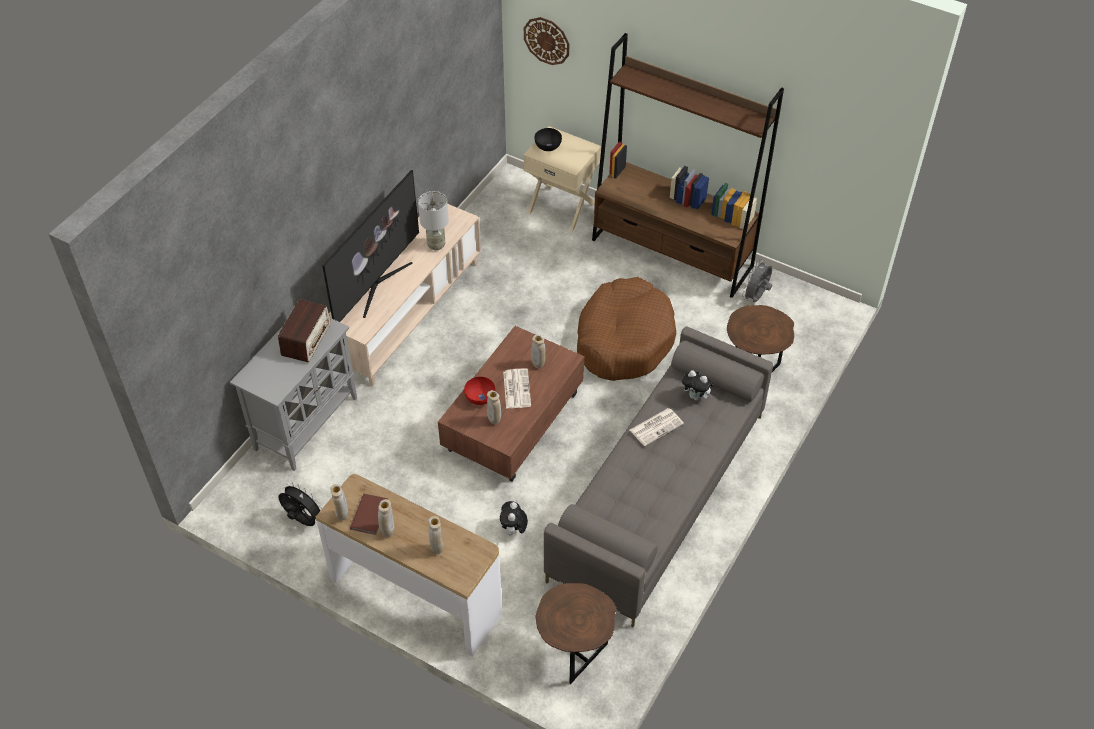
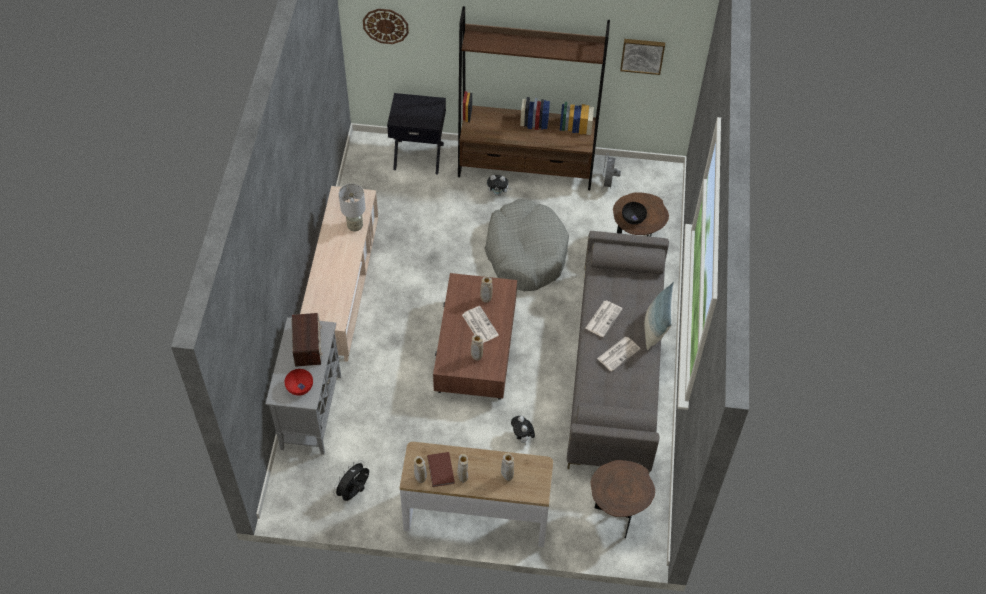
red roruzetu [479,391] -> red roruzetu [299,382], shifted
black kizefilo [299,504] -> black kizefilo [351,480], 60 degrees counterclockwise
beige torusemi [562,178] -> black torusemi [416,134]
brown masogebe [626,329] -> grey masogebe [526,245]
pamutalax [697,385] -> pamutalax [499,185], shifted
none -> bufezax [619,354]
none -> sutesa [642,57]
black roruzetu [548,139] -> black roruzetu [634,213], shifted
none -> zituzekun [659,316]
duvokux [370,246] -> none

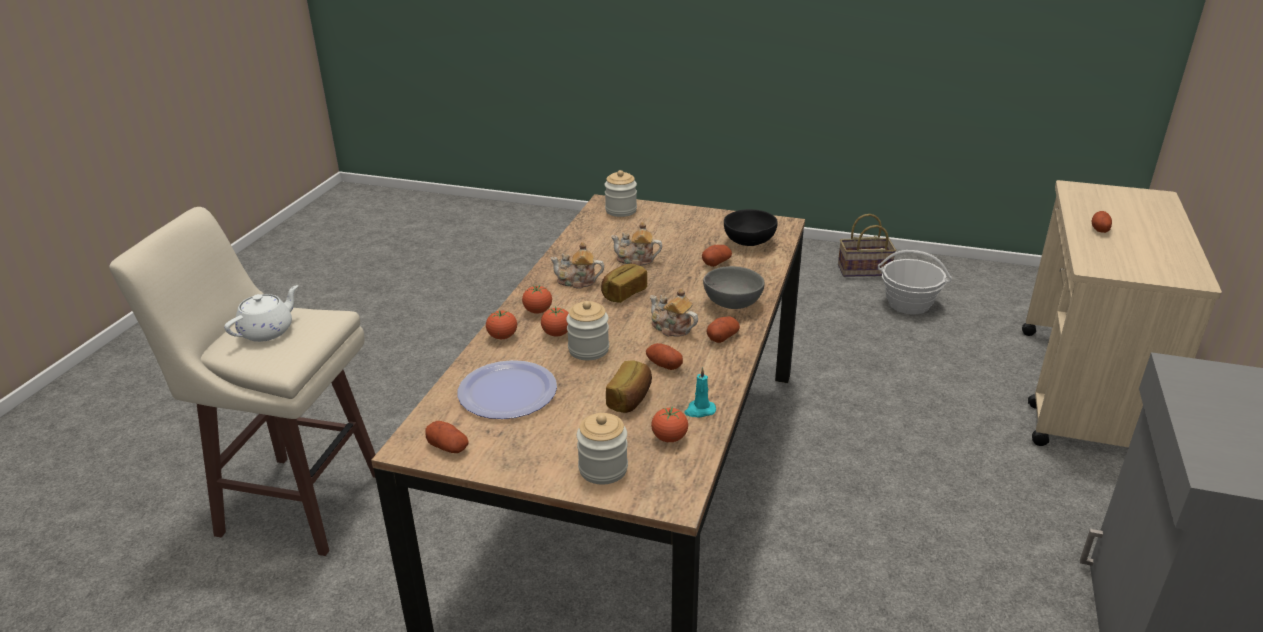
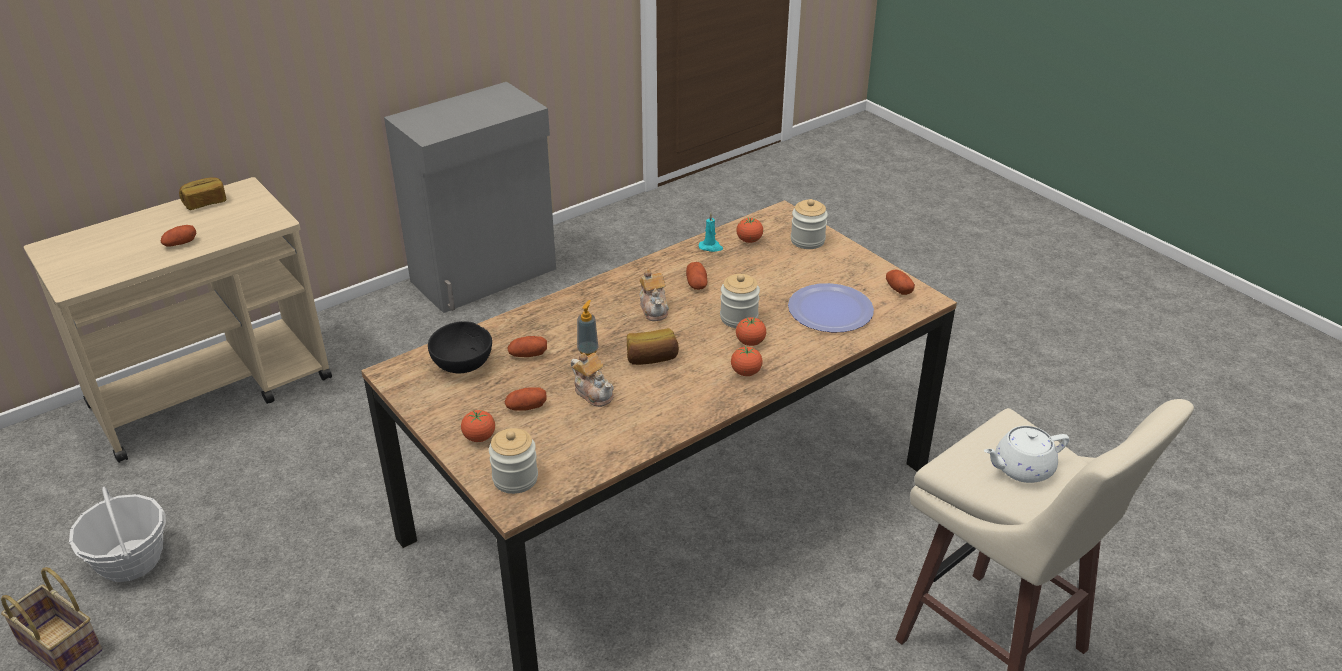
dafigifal [629,386] -> dafigifal [202,193], shifted
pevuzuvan [501,324] -> pevuzuvan [478,426], shifted
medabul [723,329] -> medabul [525,399], shifted
none -> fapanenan [587,328]
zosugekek [577,265] -> none
grey roruzetu [734,287] -> none

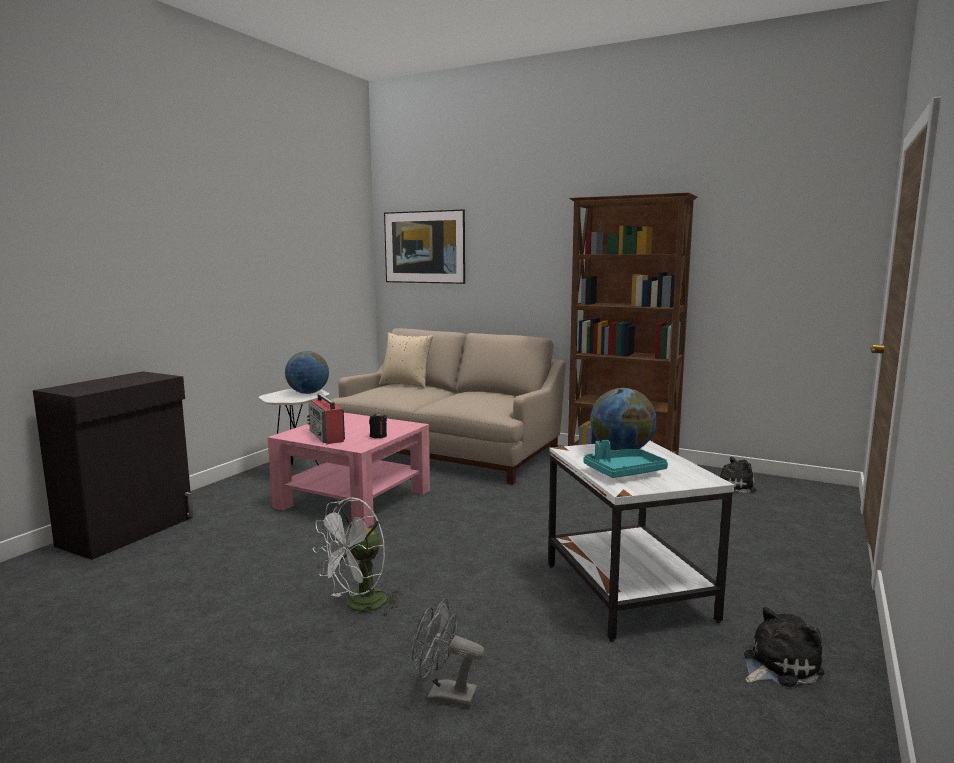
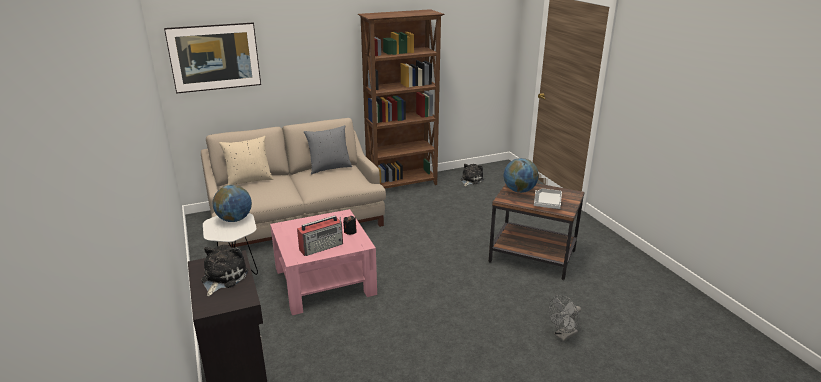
pamutalax [784,647] -> pamutalax [225,270], shifted
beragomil [326,419] -> beragomil [320,236], 45 degrees counterclockwise
none -> grey zituzekun [328,149]
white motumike [641,541] -> brown motumike [537,232]
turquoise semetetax [625,459] -> grey semetetax [548,198]
white kizefilo [356,556] -> none

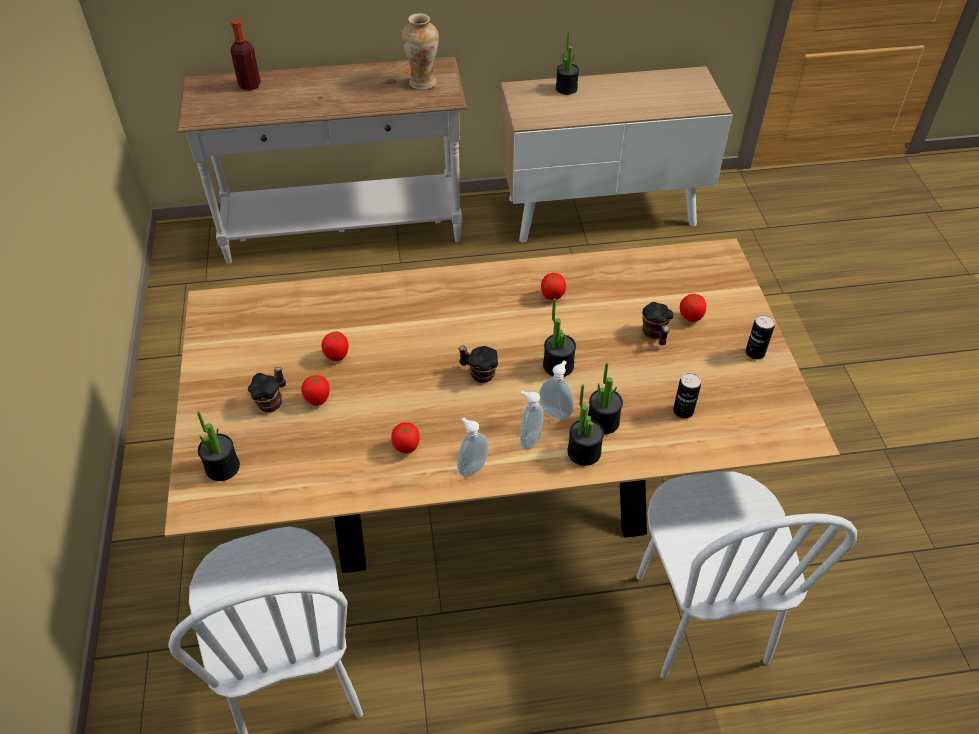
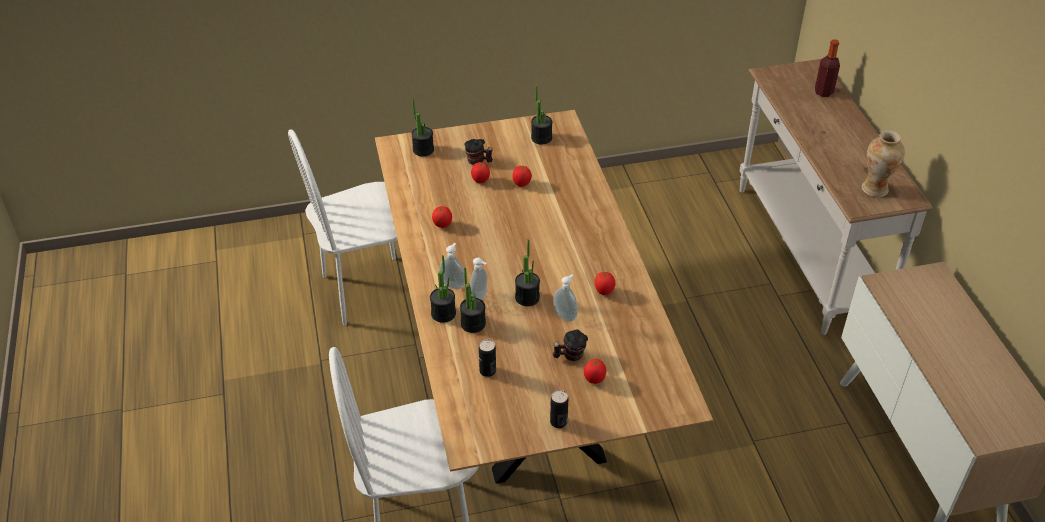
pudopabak [567,63] -> pudopabak [542,115], shifted
fapanenan [472,447] -> fapanenan [565,298], shifted
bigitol [478,364] -> none

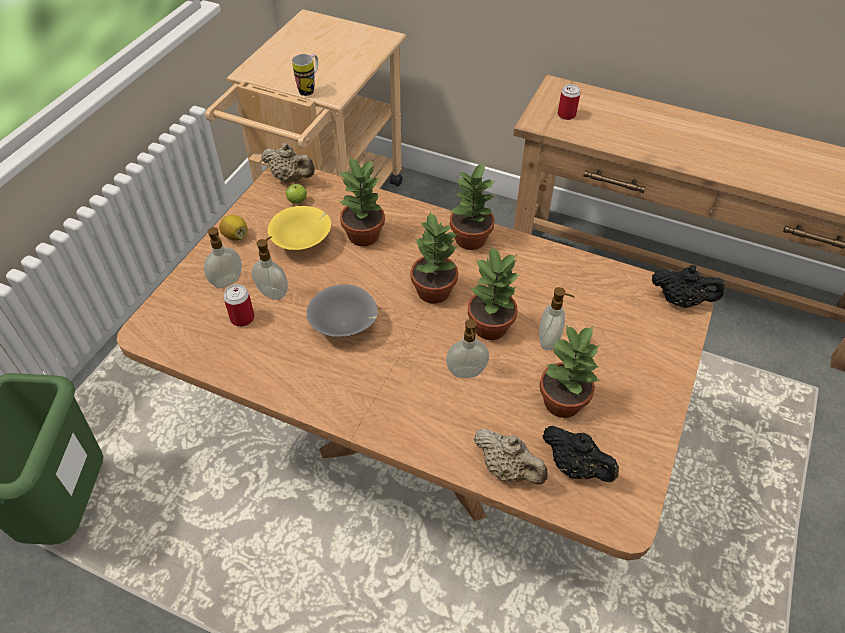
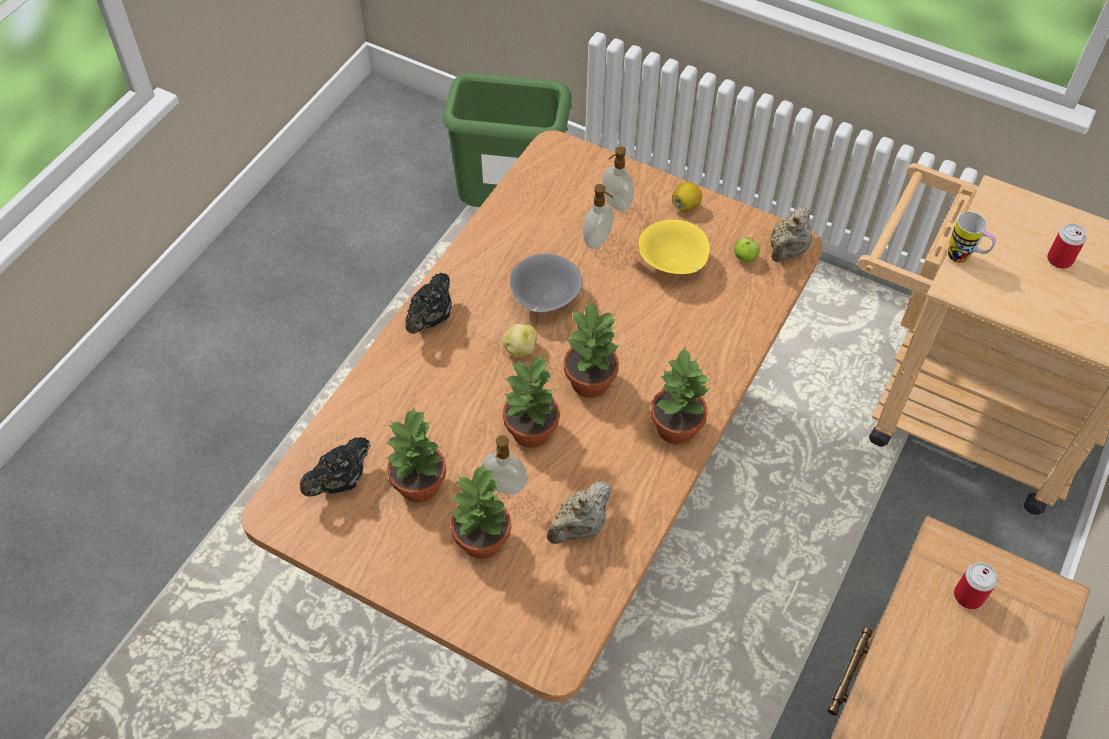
black zosugekek [689,286] -> black zosugekek [428,303], shifted
pudopabak [362,201] -> pudopabak [480,511], shifted
none -> medabul [520,340]
beige zosugekek [511,457] -> beige zosugekek [579,513], shifted
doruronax [239,305] -> doruronax [1066,246], shifted
fapanenan [467,348] -> none

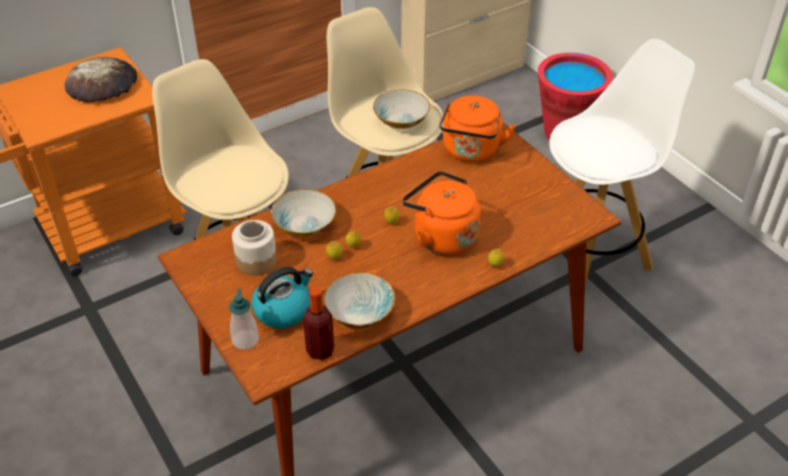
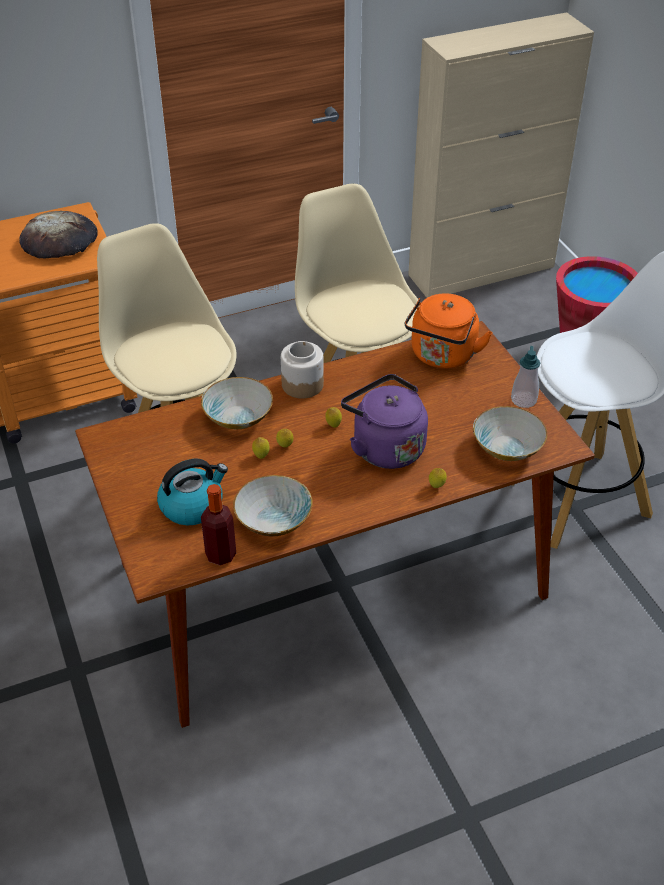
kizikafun [254,248] -> kizikafun [302,370], shifted
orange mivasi [441,213] -> purple mivasi [384,421]
roruzetu [401,109] -> roruzetu [510,433], shifted
fapanenan [244,319] -> fapanenan [525,377], shifted

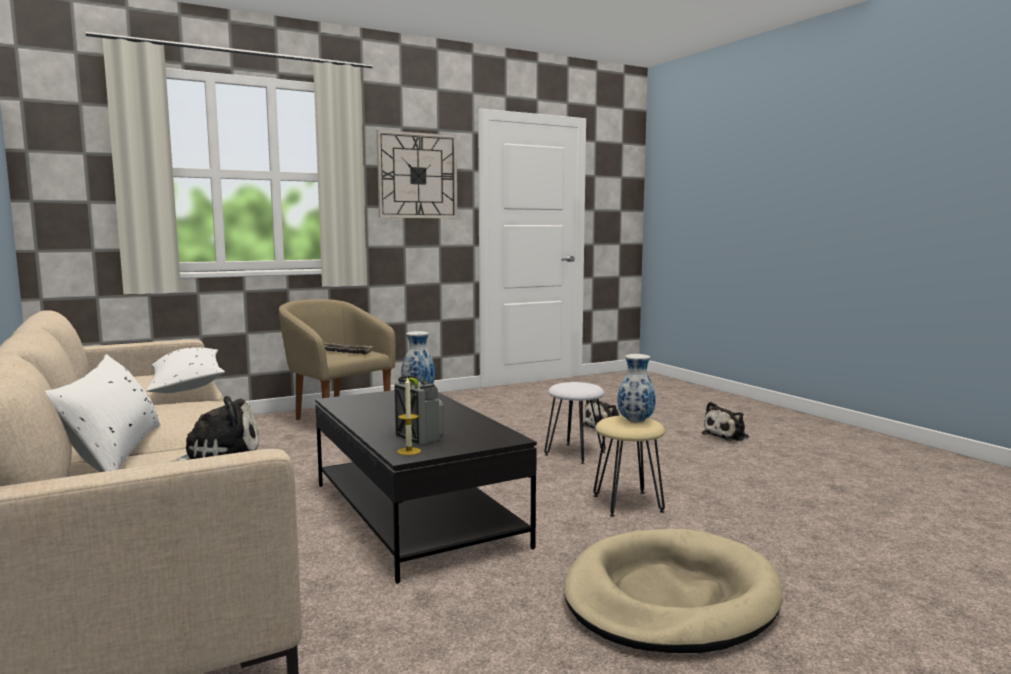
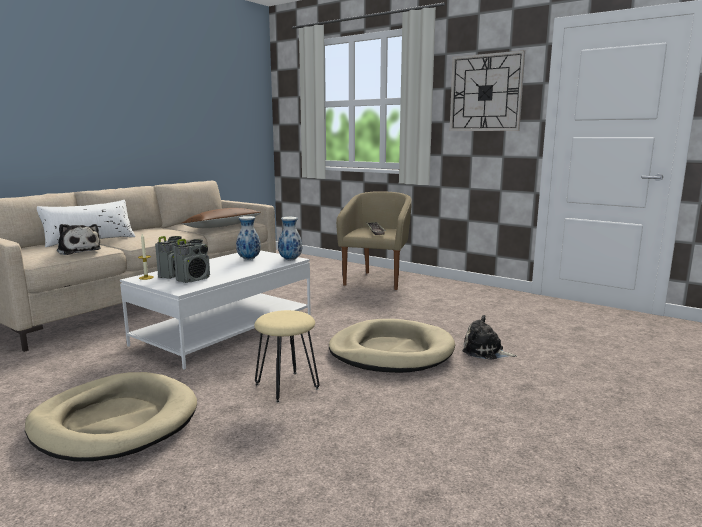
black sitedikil [426,487] -> white sitedikil [215,310]
none -> beragomil [191,261]
white zituzekun [185,370] -> brown zituzekun [221,218]
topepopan [636,388] -> topepopan [248,238], shifted
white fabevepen [575,423] -> beige masogebe [392,346]
pamutalax [725,421] -> none

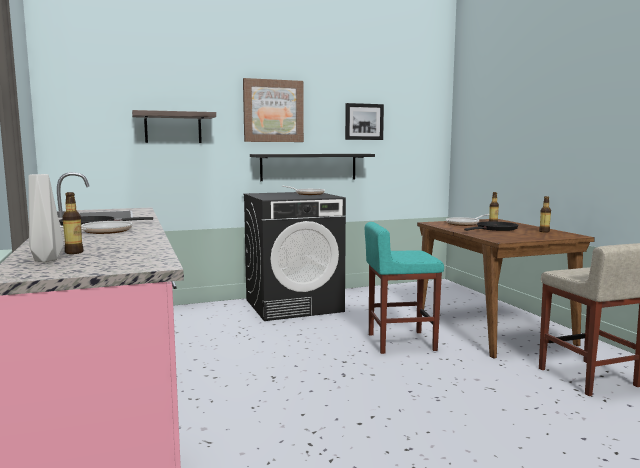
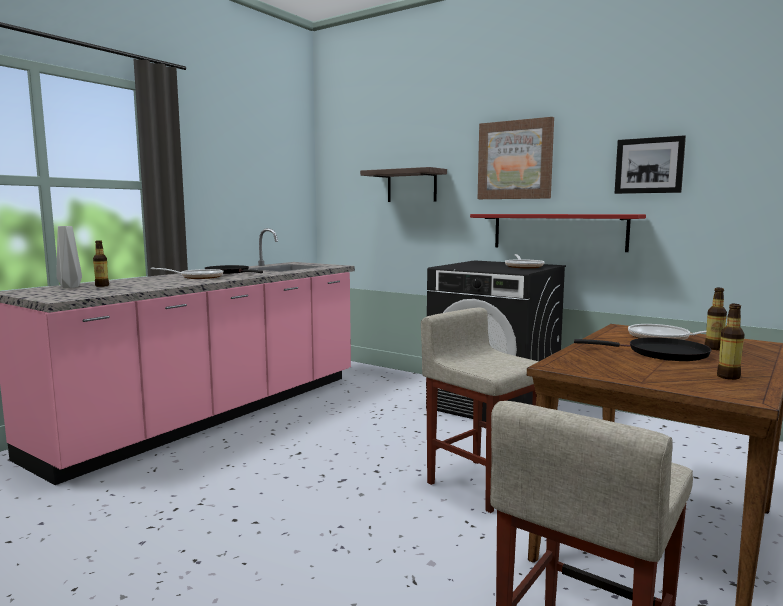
turquoise fabevepen [404,288] -> beige fabevepen [480,410]
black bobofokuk [312,167] -> red bobofokuk [558,233]

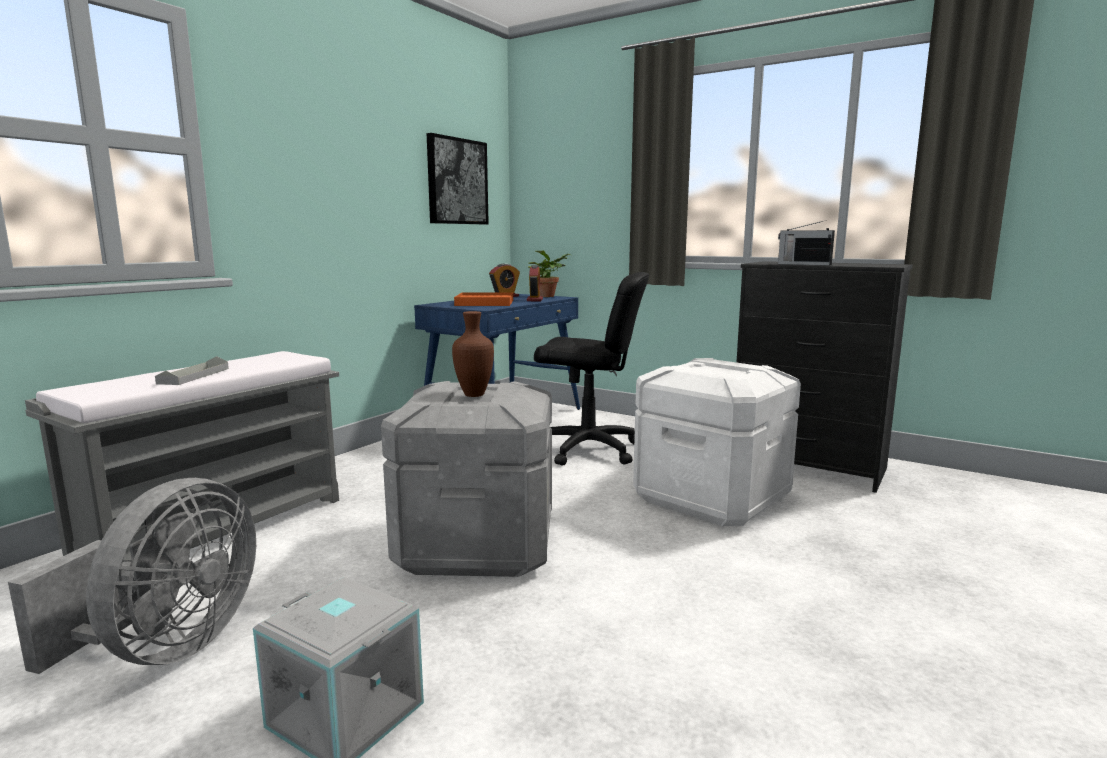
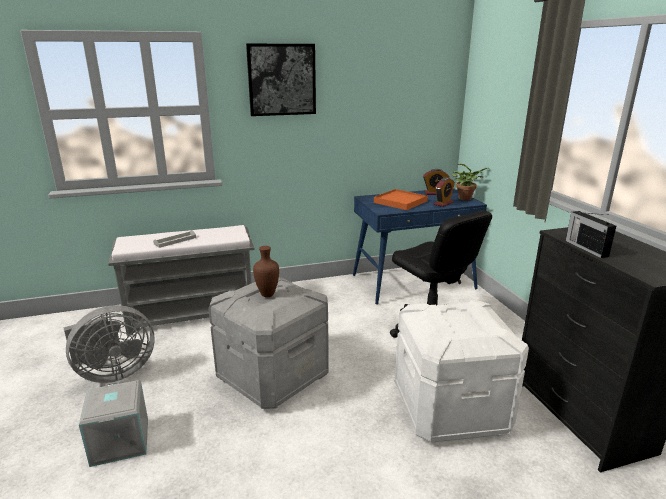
sutesa [457,178] -> sutesa [281,80], shifted

